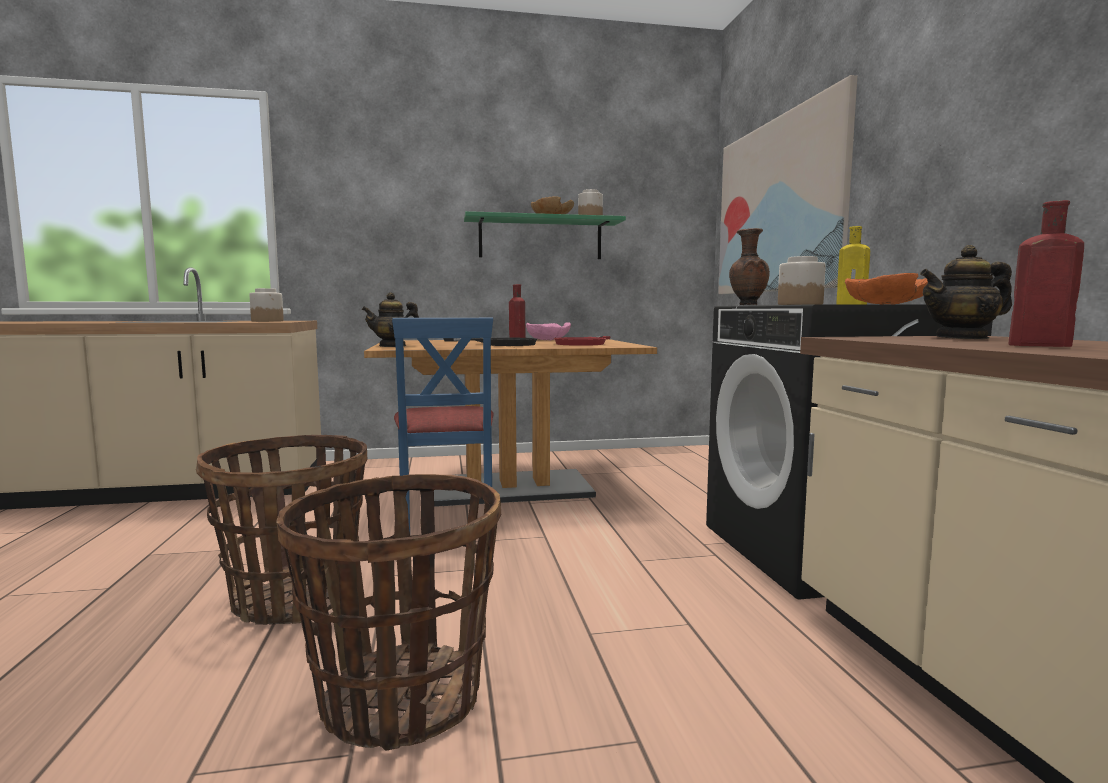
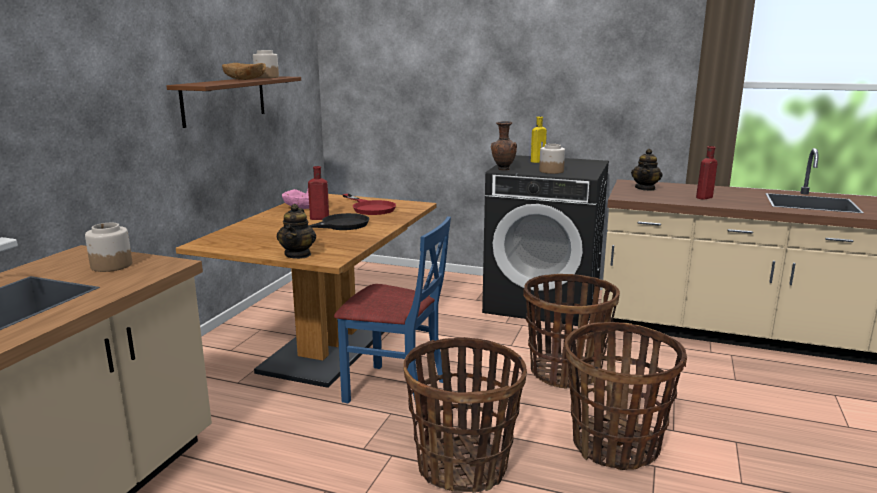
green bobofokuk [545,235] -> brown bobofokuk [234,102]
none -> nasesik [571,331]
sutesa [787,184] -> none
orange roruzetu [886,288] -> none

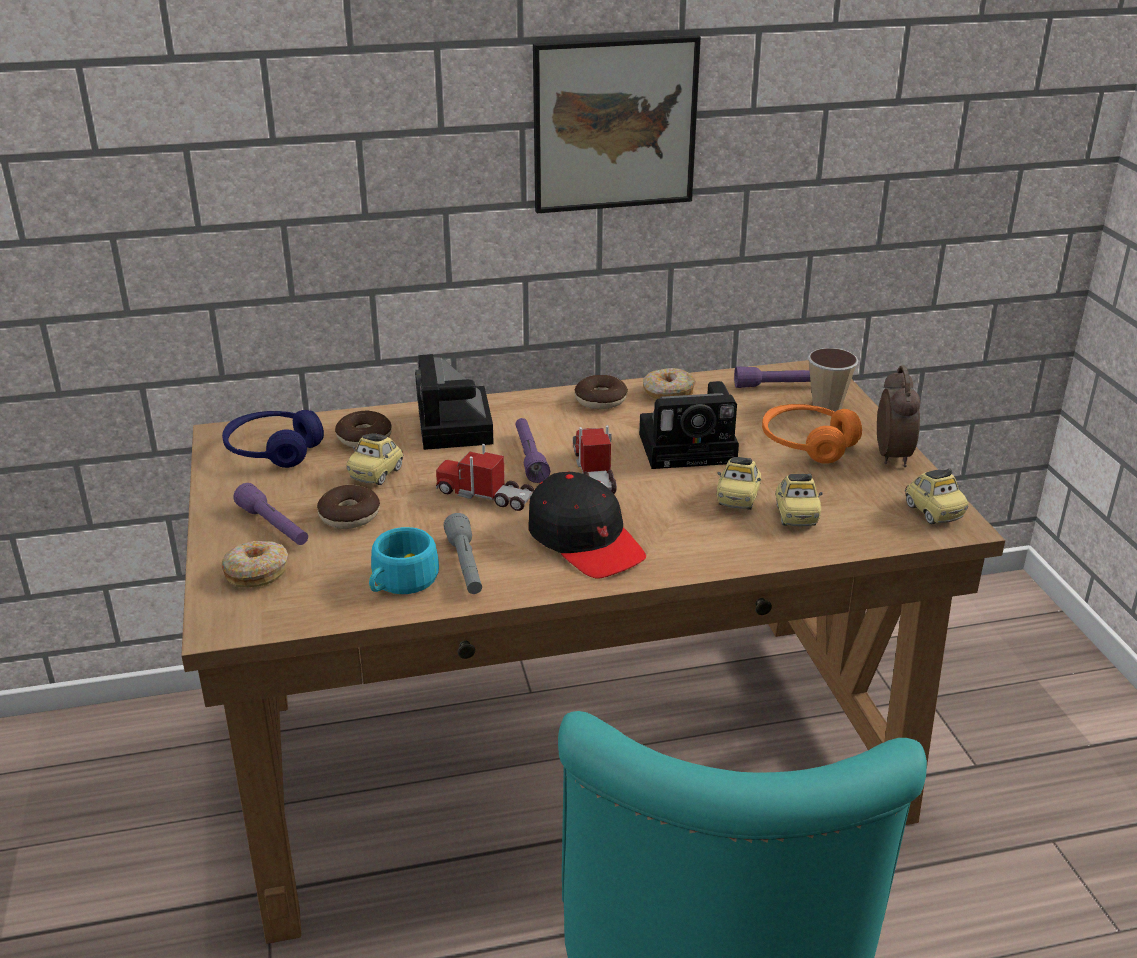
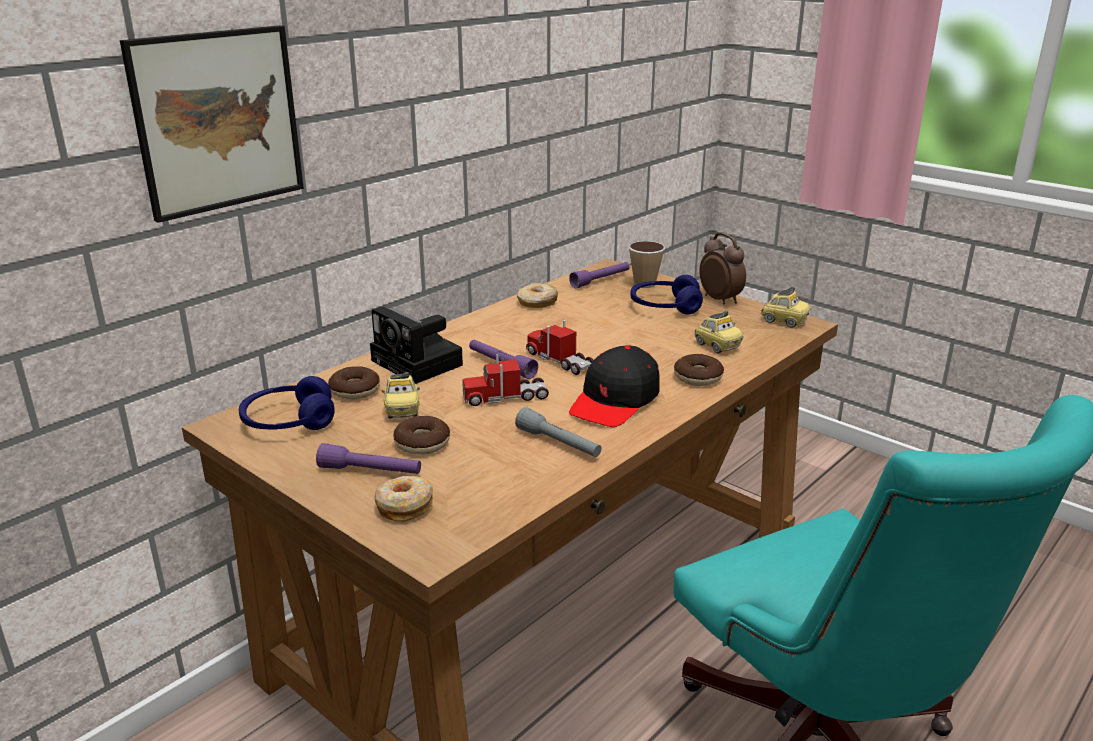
sutesa [617,124] -> sutesa [212,124], shifted
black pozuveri [587,525] -> black pozuveri [614,386], 105 degrees clockwise
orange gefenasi [812,434] -> blue gefenasi [666,295]
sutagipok [601,392] -> sutagipok [699,370], shifted
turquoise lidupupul [404,560] -> none
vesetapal [689,425] -> none
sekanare [739,483] -> none

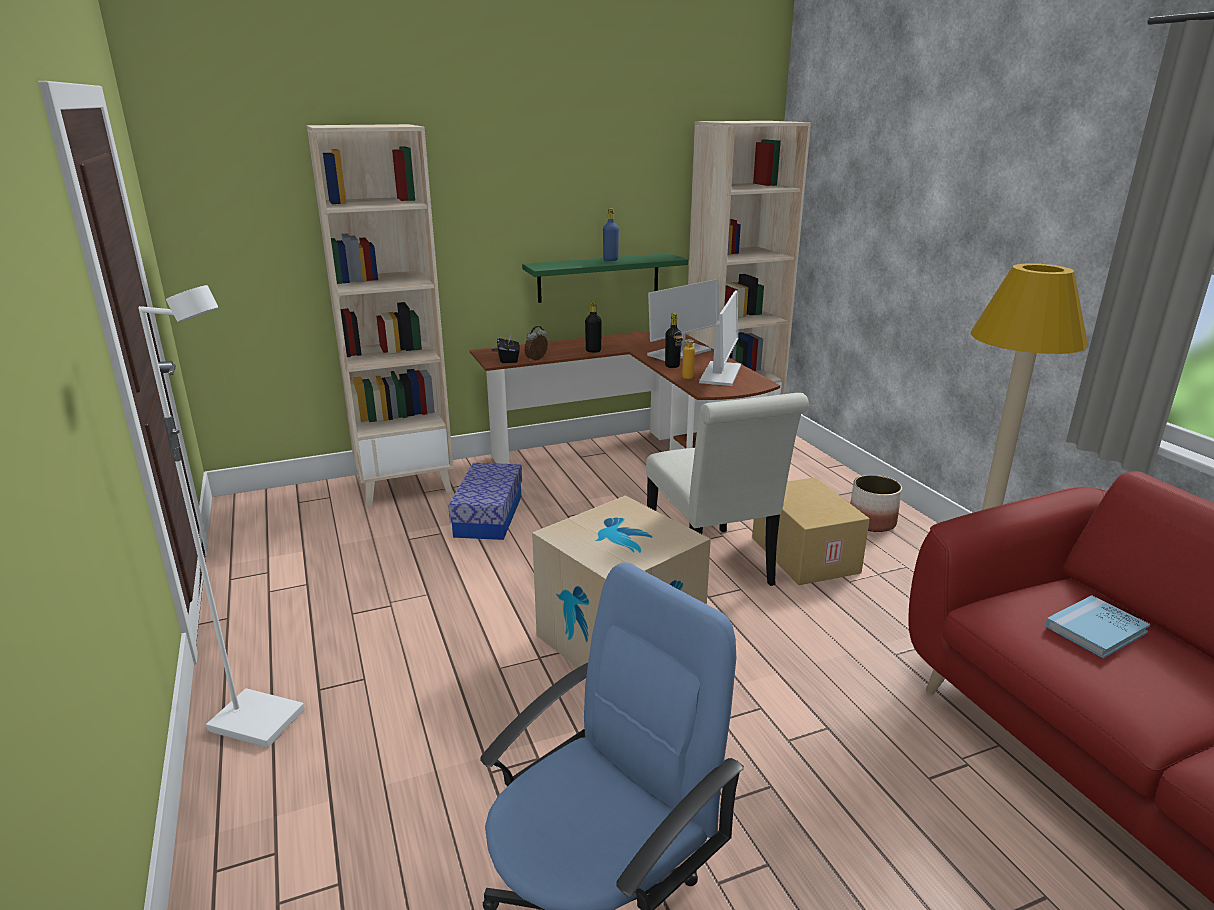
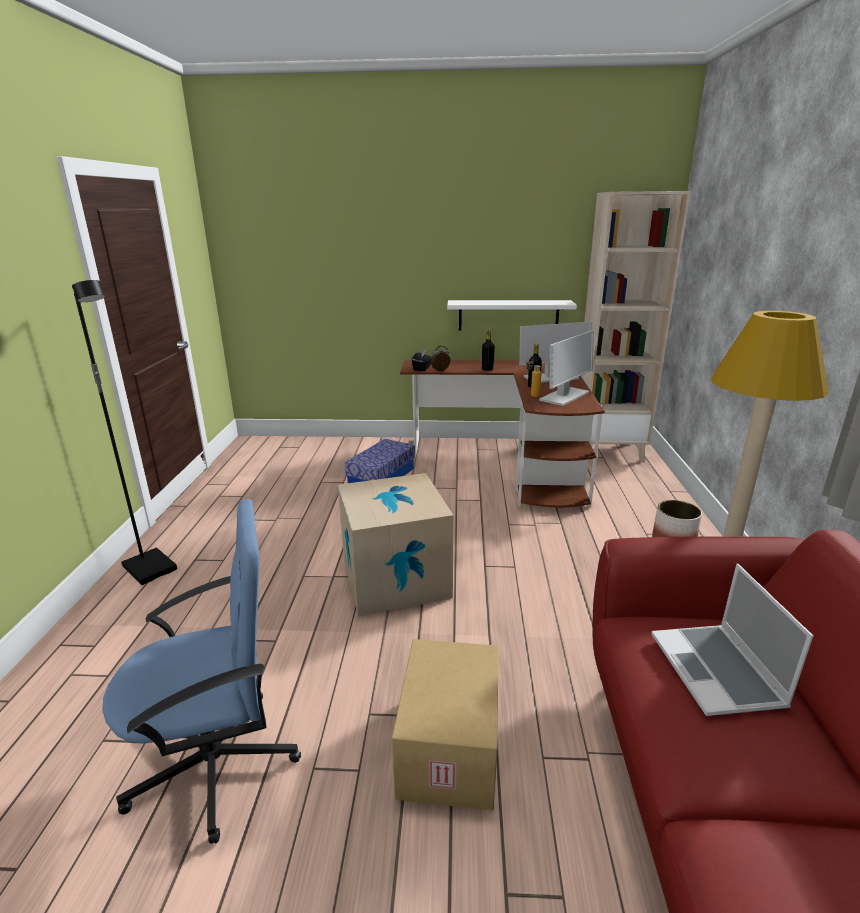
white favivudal [221,516] -> black favivudal [124,432]
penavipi [811,531] -> penavipi [445,724], shifted
green bobofokuk [605,278] -> white bobofokuk [512,315]
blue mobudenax [1098,627] -> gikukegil [732,640]
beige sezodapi [380,315] -> none
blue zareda [611,234] -> none
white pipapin [727,489] -> none

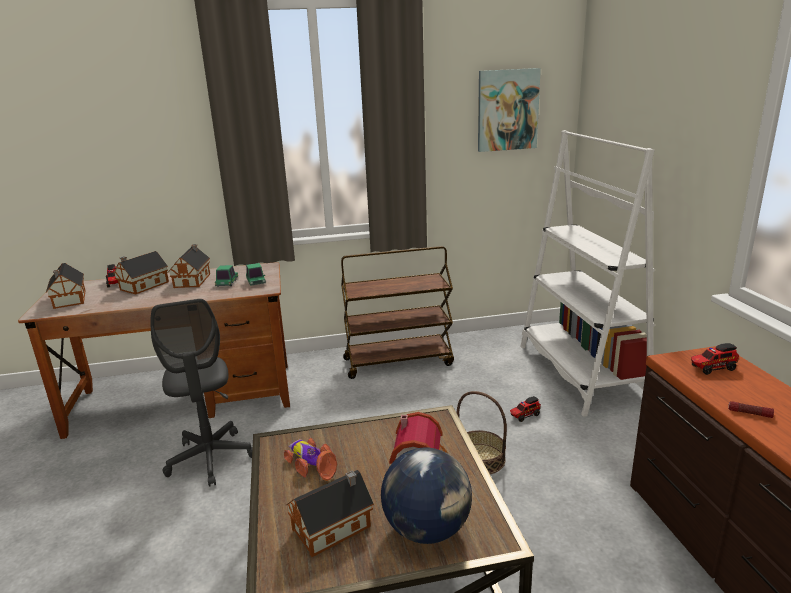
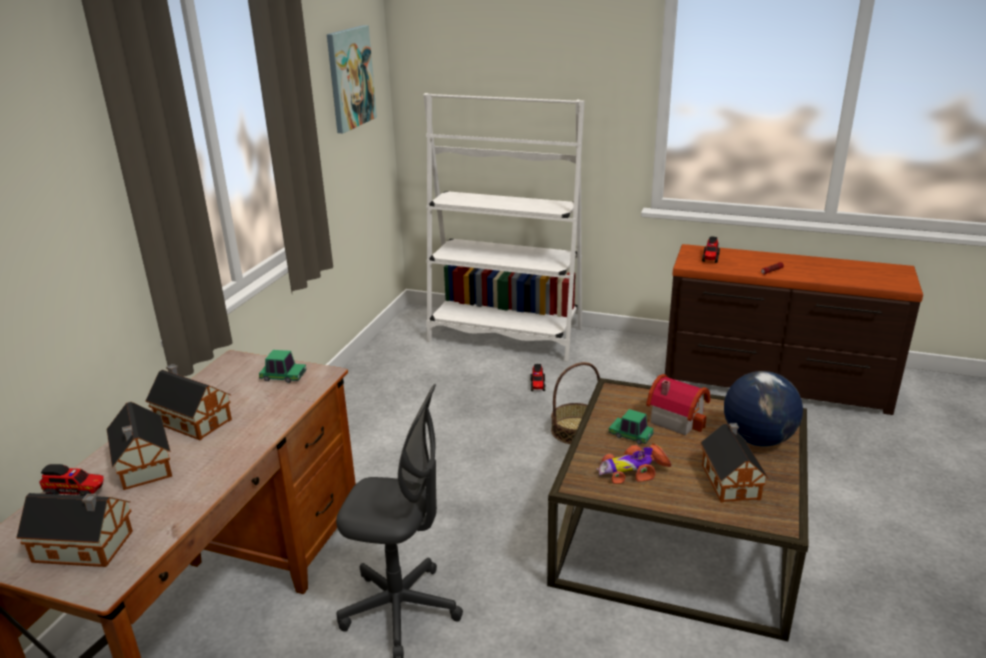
sekanare [226,276] -> sekanare [631,426], shifted
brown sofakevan [397,312] -> none

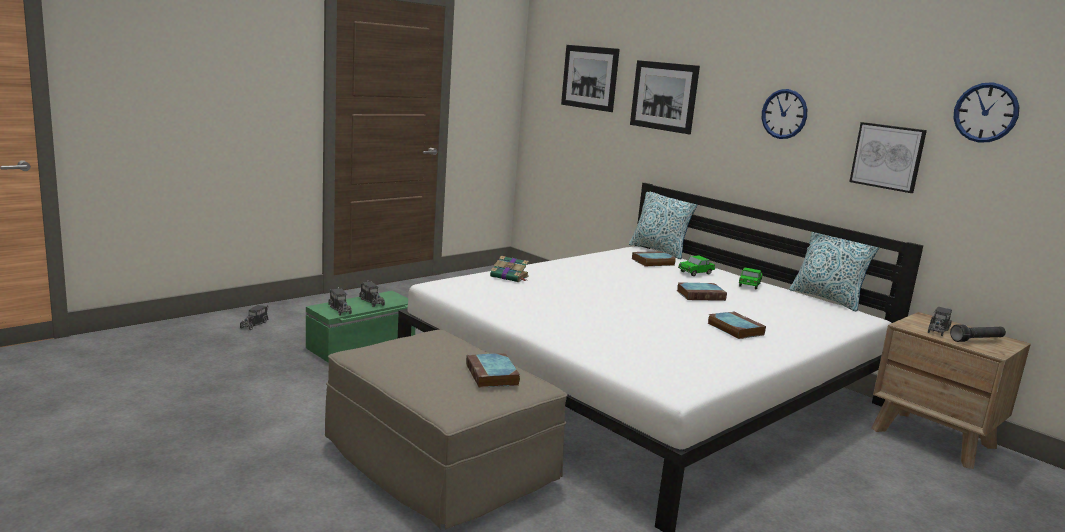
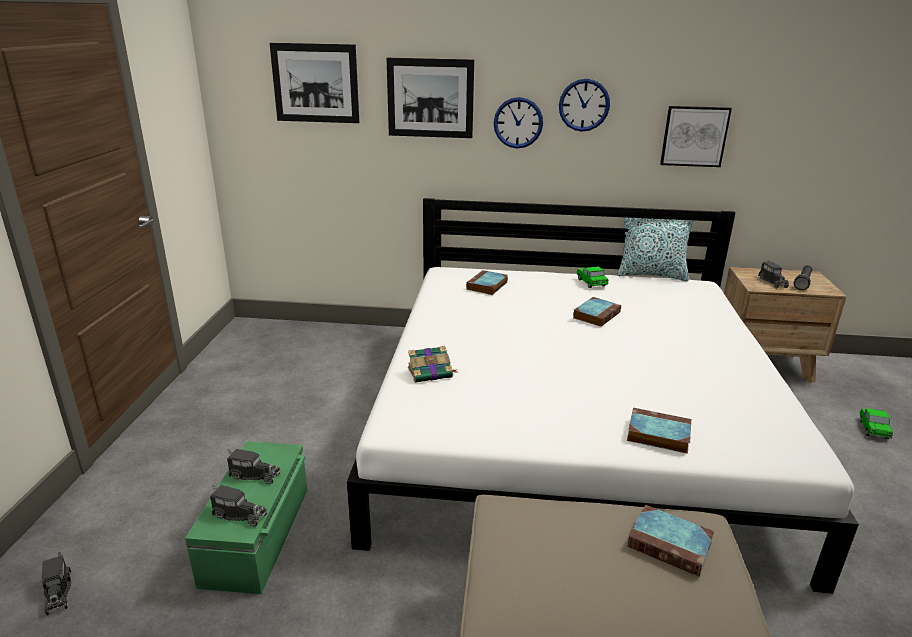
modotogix [986,112] -> modotogix [518,122], shifted
mobudenax [736,325] -> mobudenax [659,431], shifted
sekanare [696,265] -> sekanare [876,423], shifted
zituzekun [663,225] -> none

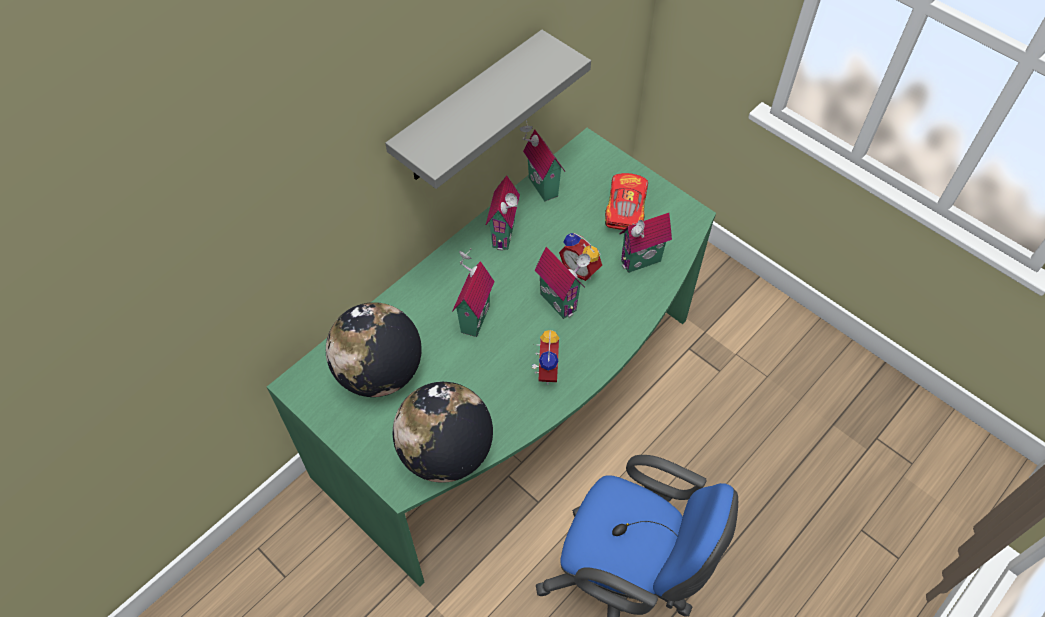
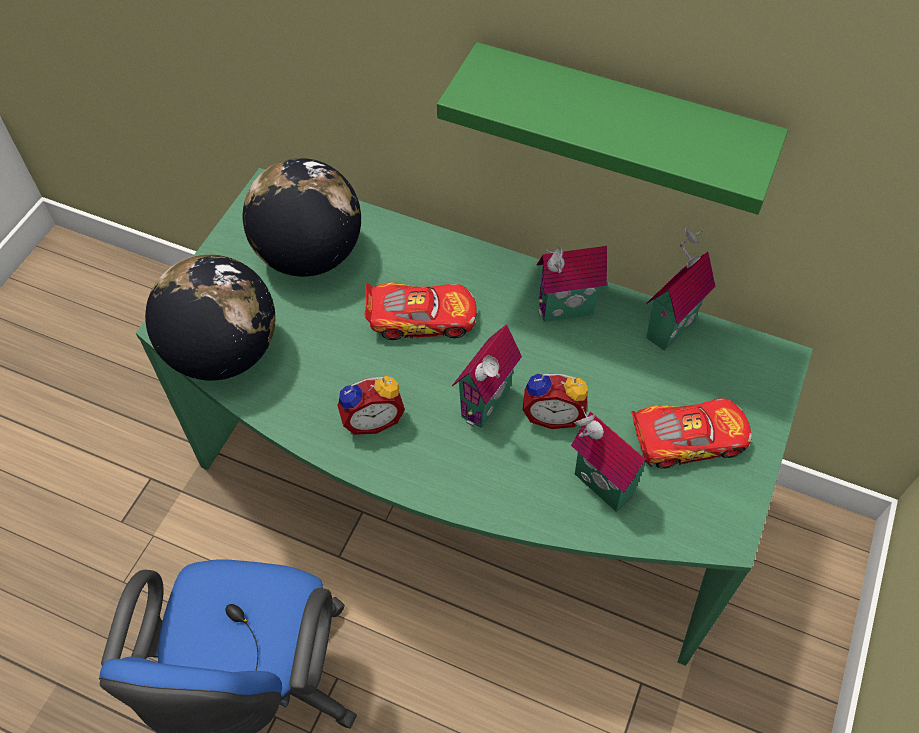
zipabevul [473,292] -> sekanare [420,311]
grey bobofokuk [488,109] -> green bobofokuk [612,128]
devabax [580,257] -> devabax [555,401], 105 degrees counterclockwise

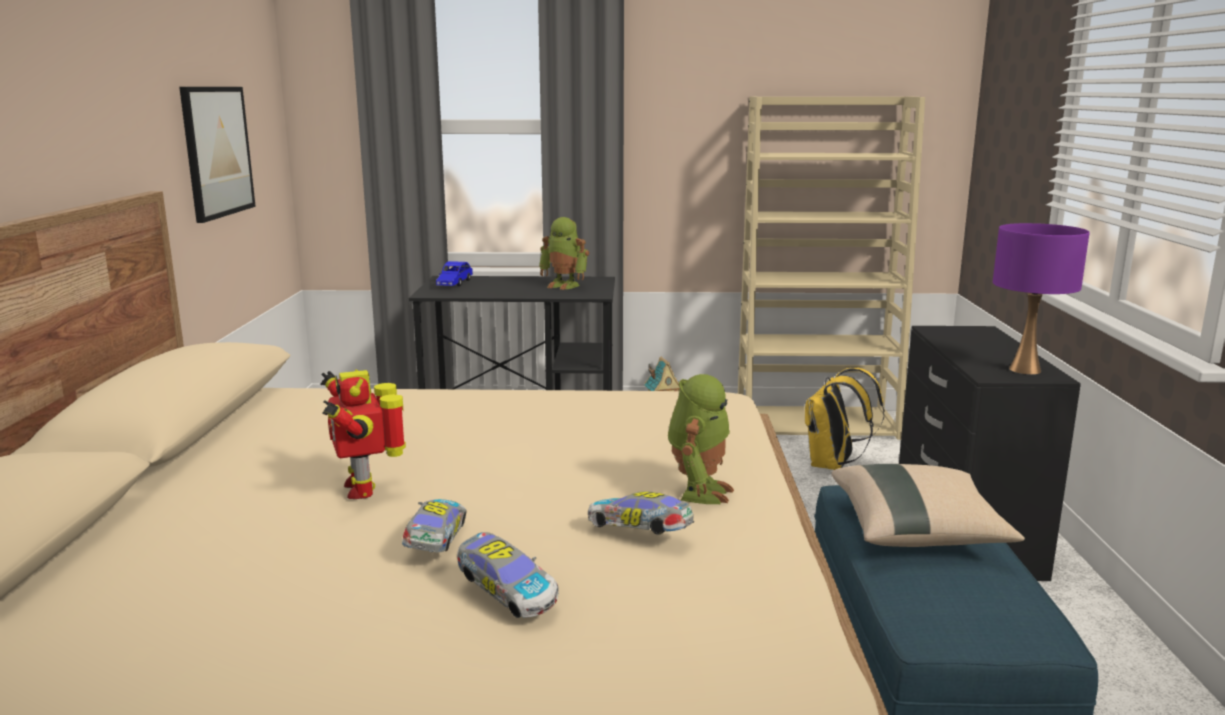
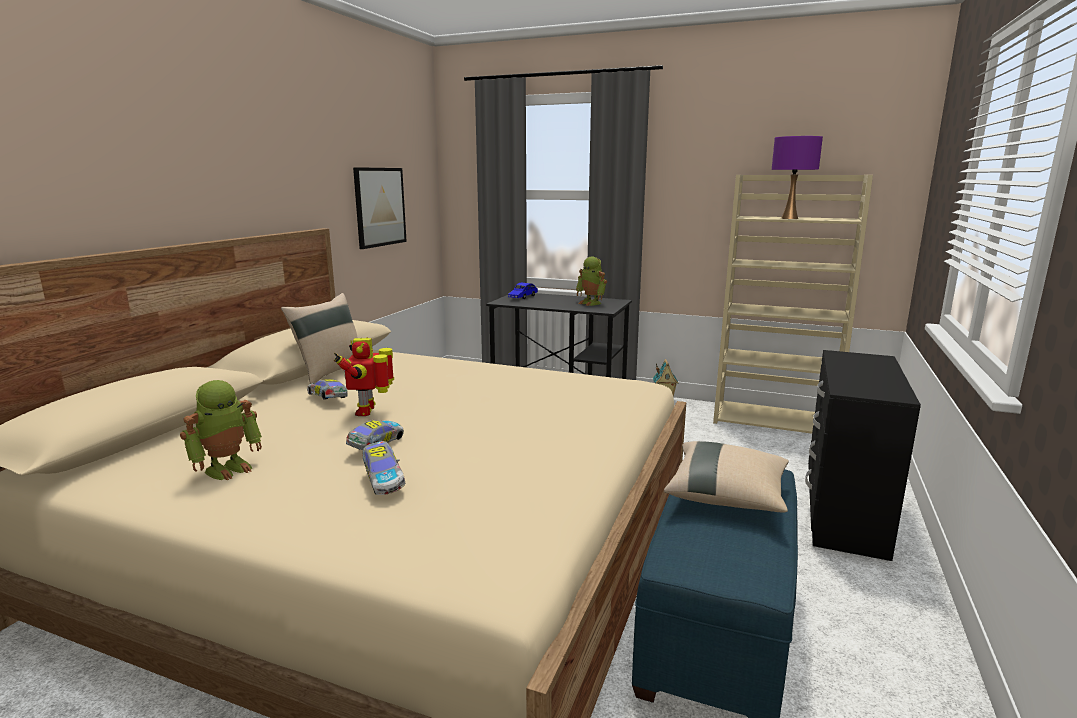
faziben [701,439] -> faziben [221,430], shifted
none -> beige zituzekun [319,338]
sekanare [641,513] -> sekanare [327,389], shifted
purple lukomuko [1041,299] -> purple lukomuko [797,177], shifted
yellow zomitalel [845,419] -> none

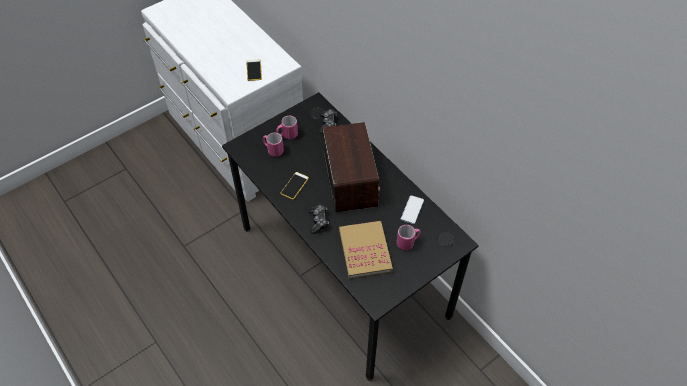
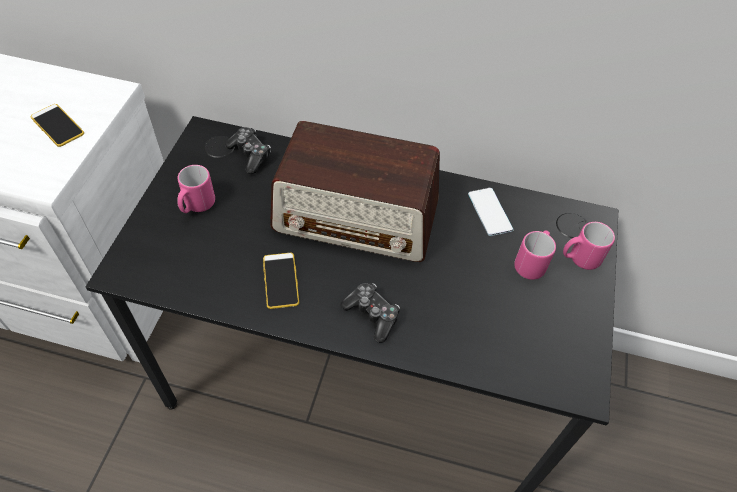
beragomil [351,167] -> beragomil [355,191], 150 degrees clockwise
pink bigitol [273,145] -> pink bigitol [589,246], shifted
mobudenax [366,250] -> none

